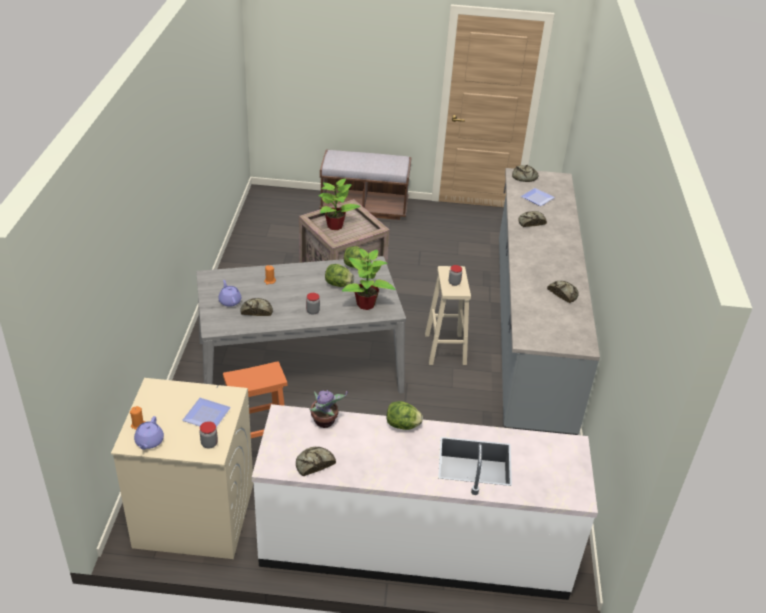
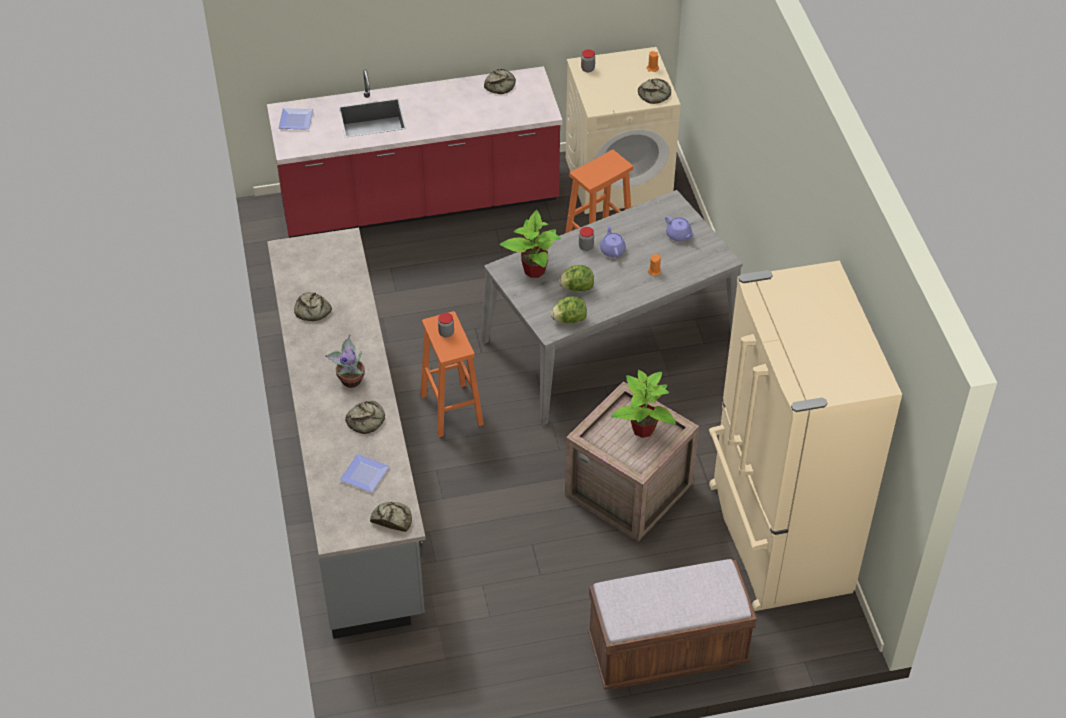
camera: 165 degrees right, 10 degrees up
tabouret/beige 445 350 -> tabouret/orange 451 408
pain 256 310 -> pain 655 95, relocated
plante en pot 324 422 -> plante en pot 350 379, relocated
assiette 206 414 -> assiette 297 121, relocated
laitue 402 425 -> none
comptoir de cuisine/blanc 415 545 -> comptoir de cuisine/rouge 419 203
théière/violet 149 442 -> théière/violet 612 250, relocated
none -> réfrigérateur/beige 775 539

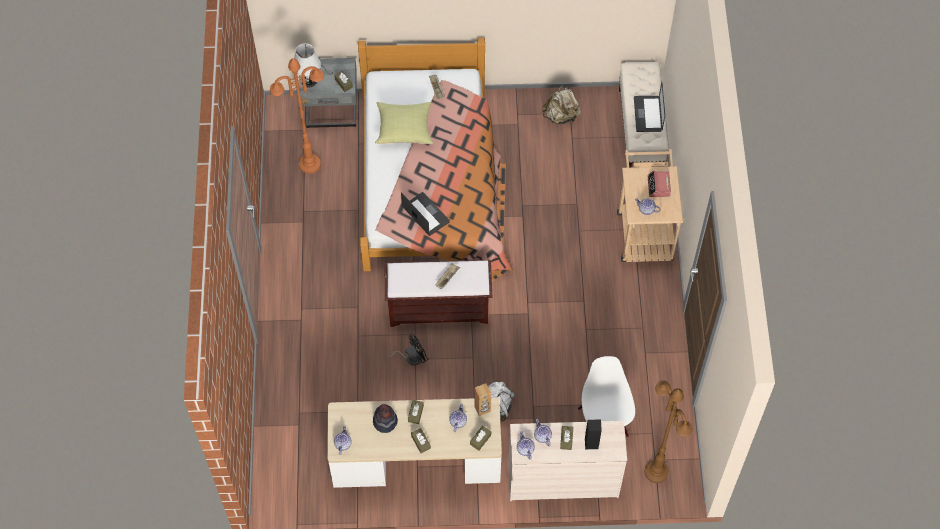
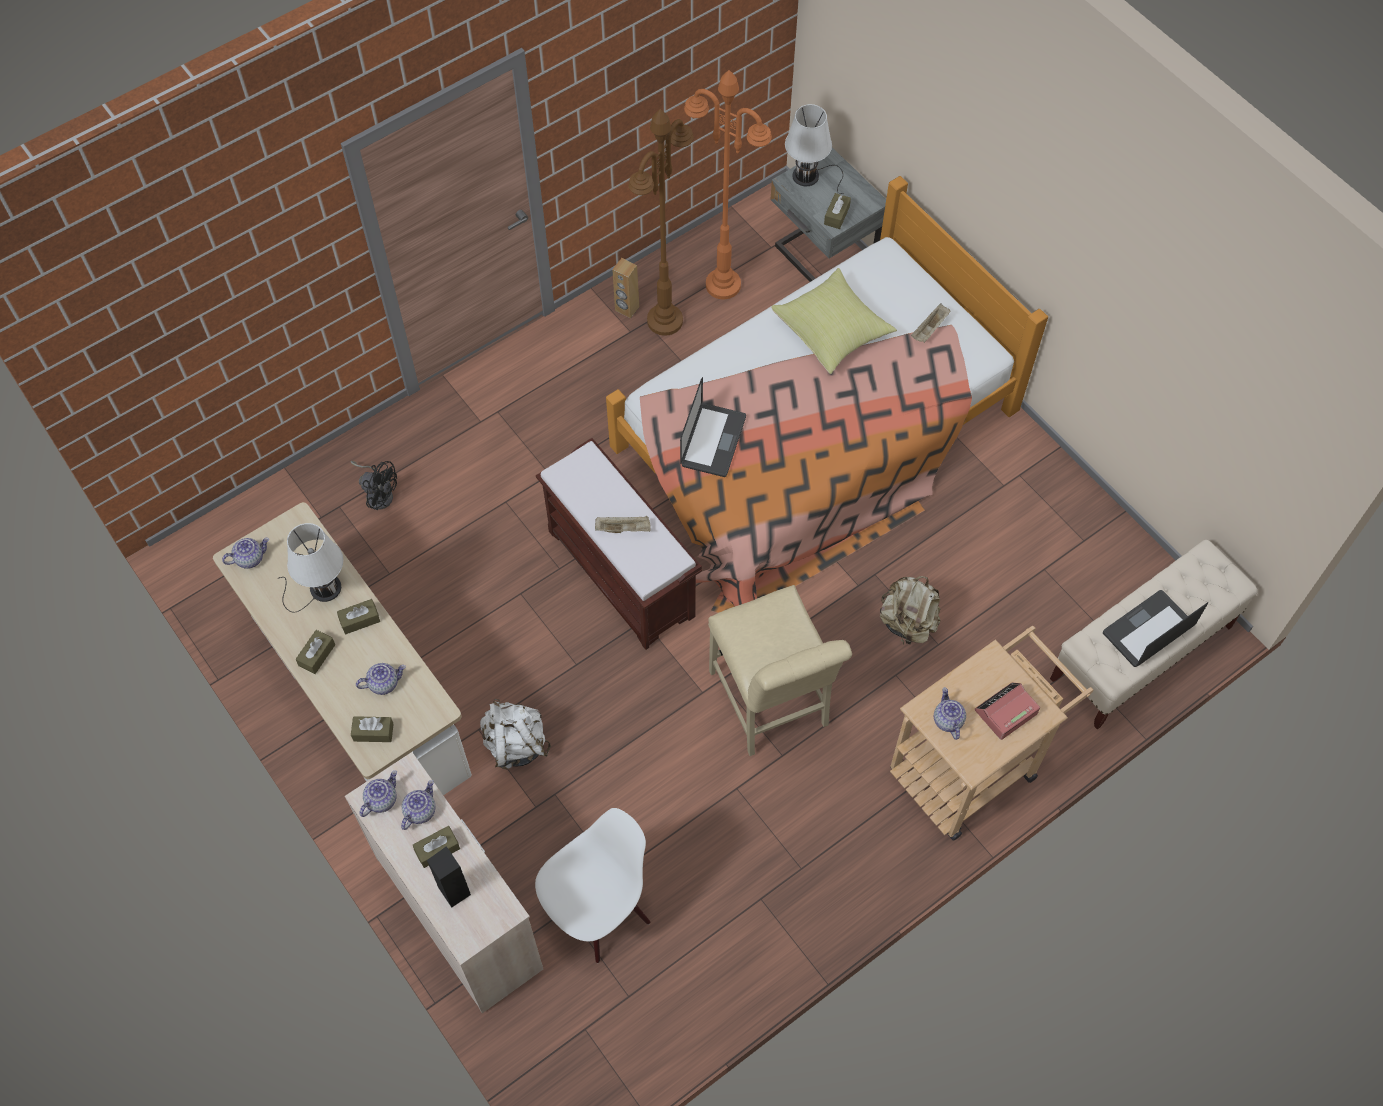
camera: 55 degrees right, 0 degrees up
sac à dos/beige 561 116 -> sac à dos/beige 908 623, relocated
ventilateur/noir 410 357 -> ventilateur/noir 378 493, relocated
lampadaire/marron 656 472 -> lampadaire/marron 664 321, relocated
enceinte/marron 482 409 -> enceinte/marron 627 309, relocated
chapeau 385 421 -> lampe de table/blanc 321 589
none -> chaise/beige 771 704

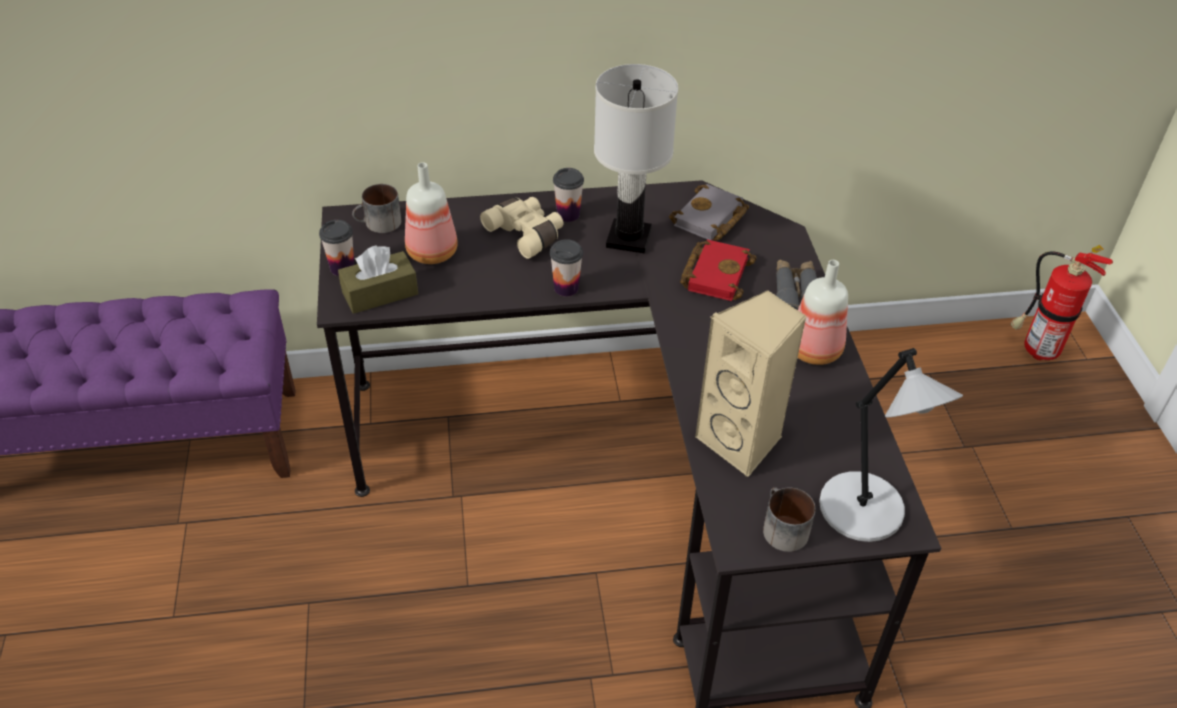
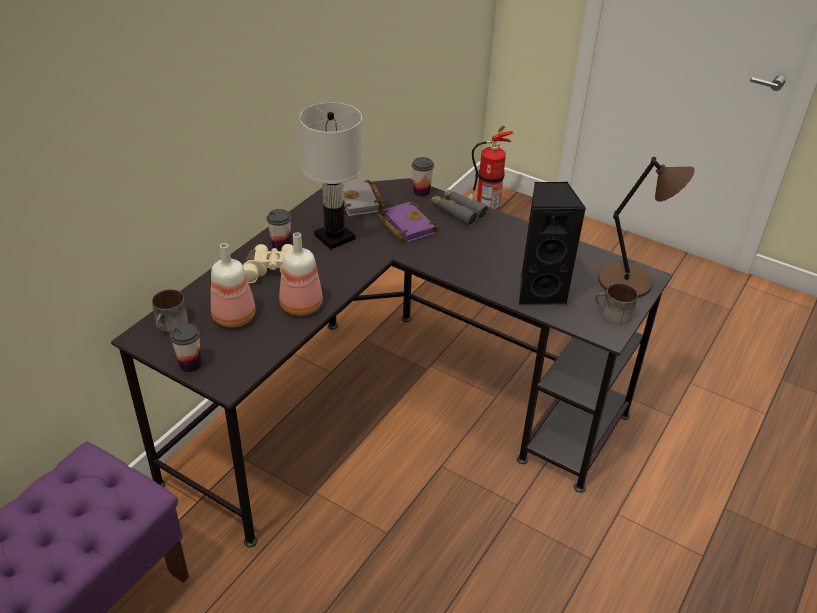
camera: 50 degrees left, 5 degrees down
tasse 566 288 -> tasse 421 192, relocated
livre/rouge 715 273 -> livre/violet 405 226
boîte à mouchoirs/marron 380 293 -> none
bouteille 812 349 -> bouteille 300 306, relocated
enceinte/beige 742 441 -> enceinte/noir 540 291
lampe de table/gris 864 512 -> lampe de table/marron 628 282

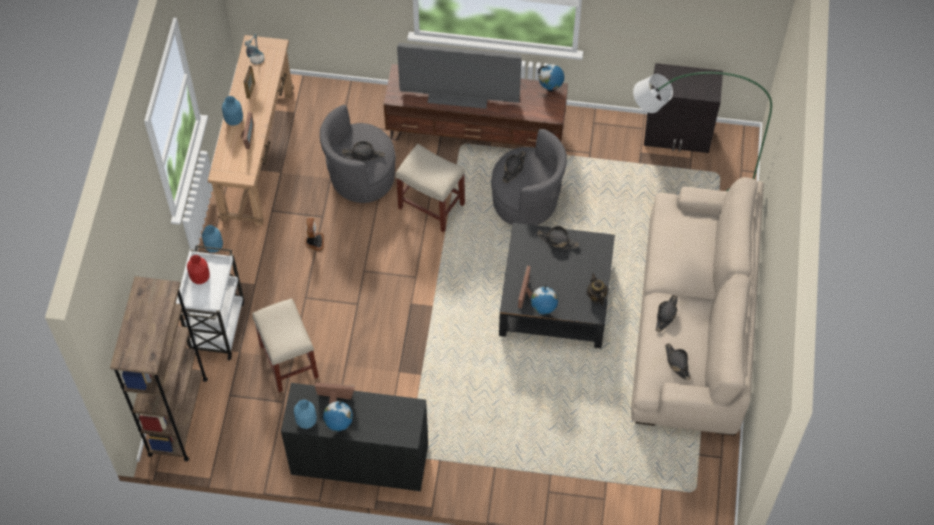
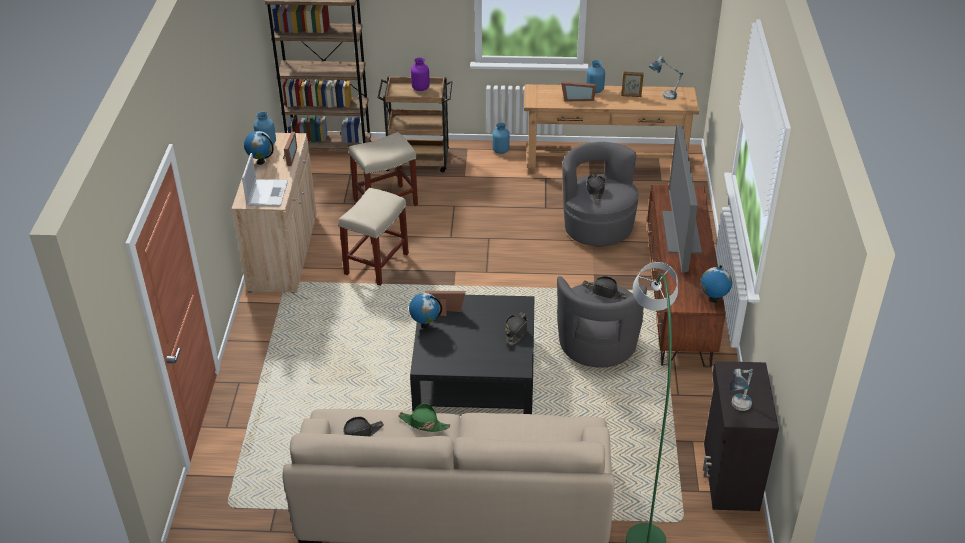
camera: 85 degrees right, 20 degrees down
tabouret/beige 430 205 -> tabouret/beige 377 263, relocated
ventilateur 314 242 -> none
chariot/blanc 217 326 -> chariot/marron 419 160
vase/rouge 200 277 -> vase/violet 421 88
théière 596 296 -> none
chapeau/noir 666 315 -> chapeau/vert 423 423
meuble de rangement/noir 360 459 -> meuble de rangement/beige 283 252
none -> ordinateur portable 267 192
none -> lampe de table 738 409

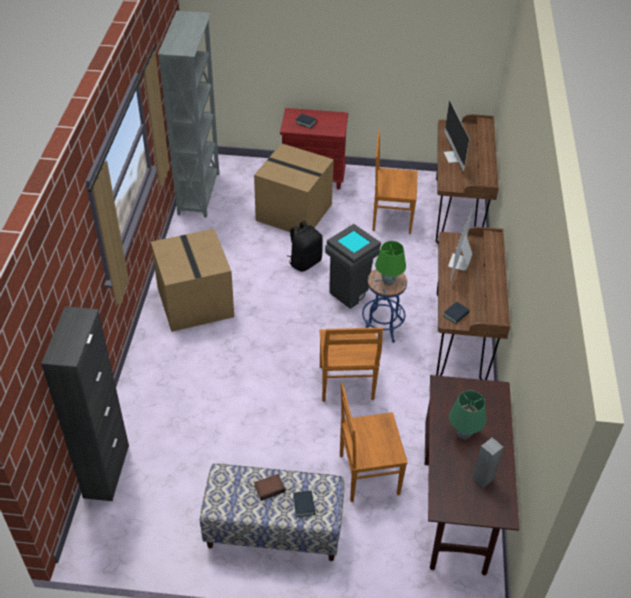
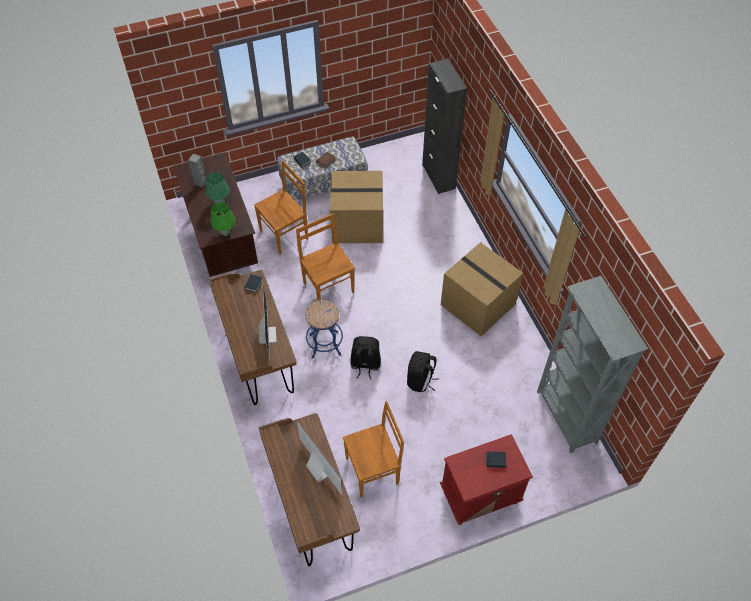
camera: 155 degrees right, 10 degrees up
carton 292 212 -> carton 358 222, relocated
poubelle/gris 350 294 -> sac à dos/noir 365 364
lampe de table/vert 388 282 -> lampe de table/vert 225 232, relocated

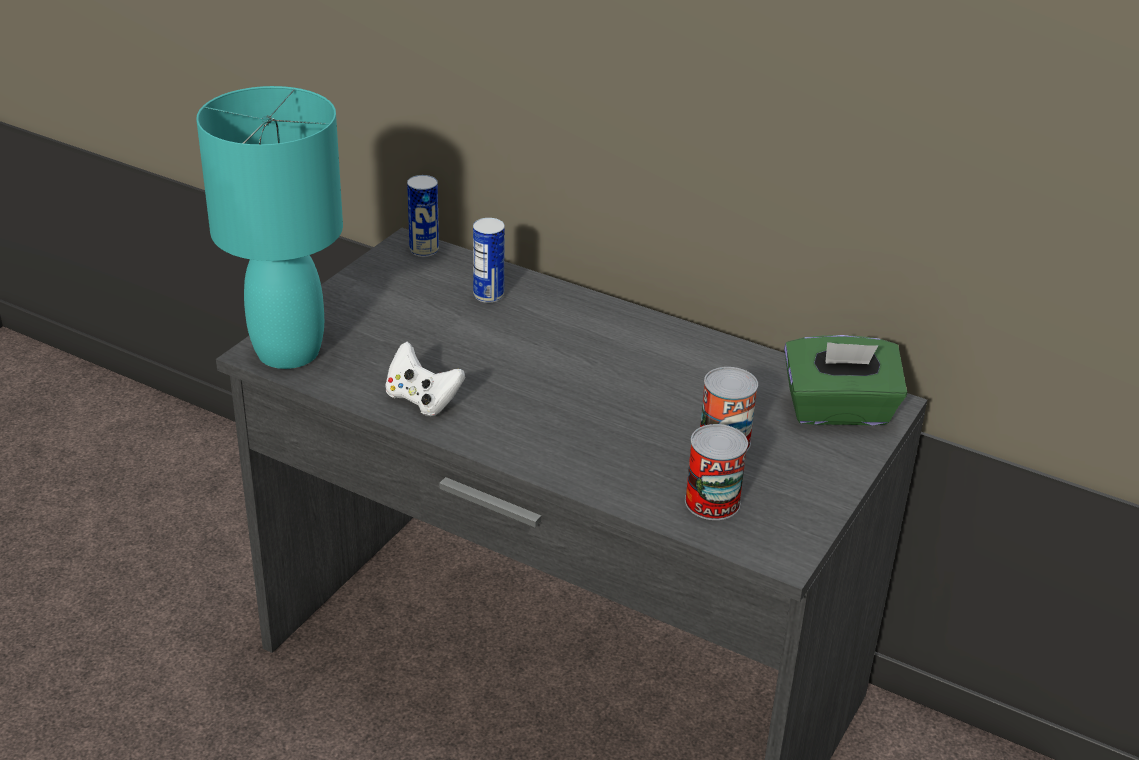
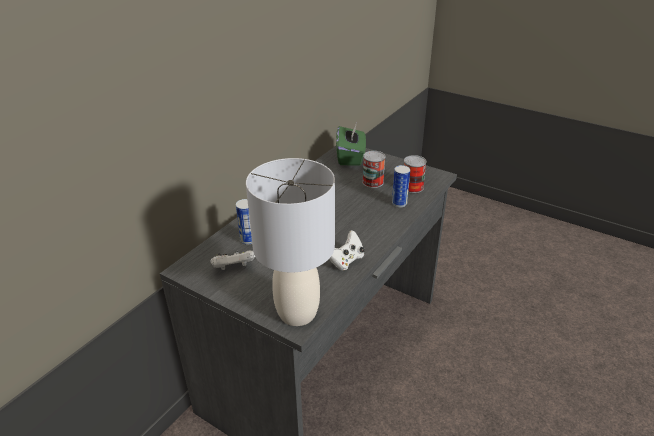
camera: 85 degrees left, 0 degrees up
lampe de table/turquoise 289 353 -> lampe de table/gris 298 312
boîte métallique 424 250 -> boîte métallique 399 203, relocated
none -> manette/blanc 234 268

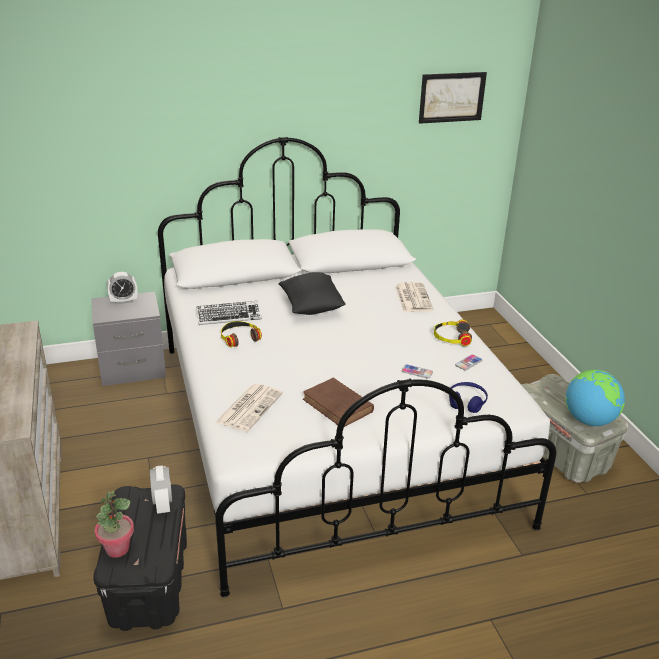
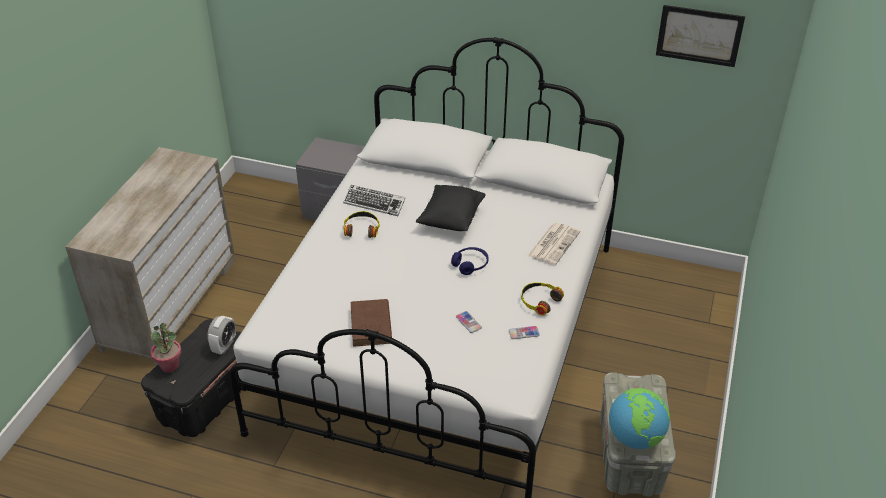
camera: 35 degrees right, 10 degrees up
réveil 123 301 -> none
casque audio/bleu 466 402 -> casque audio/bleu 470 265, relocated
journal 249 407 -> none

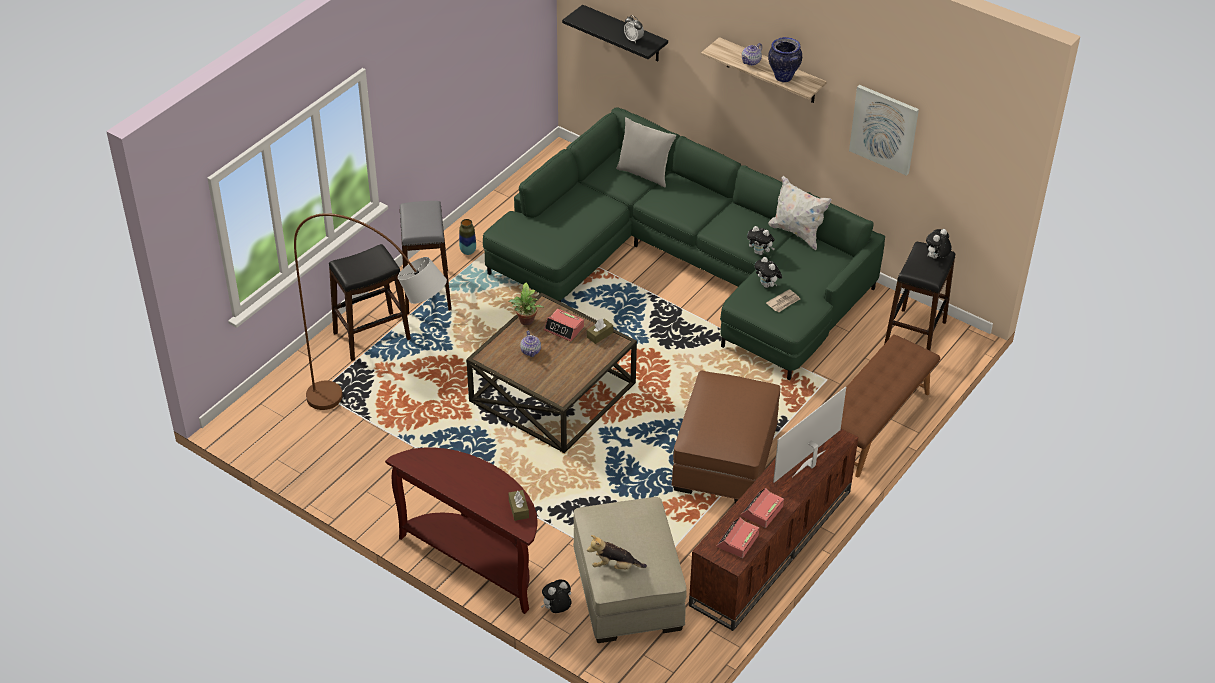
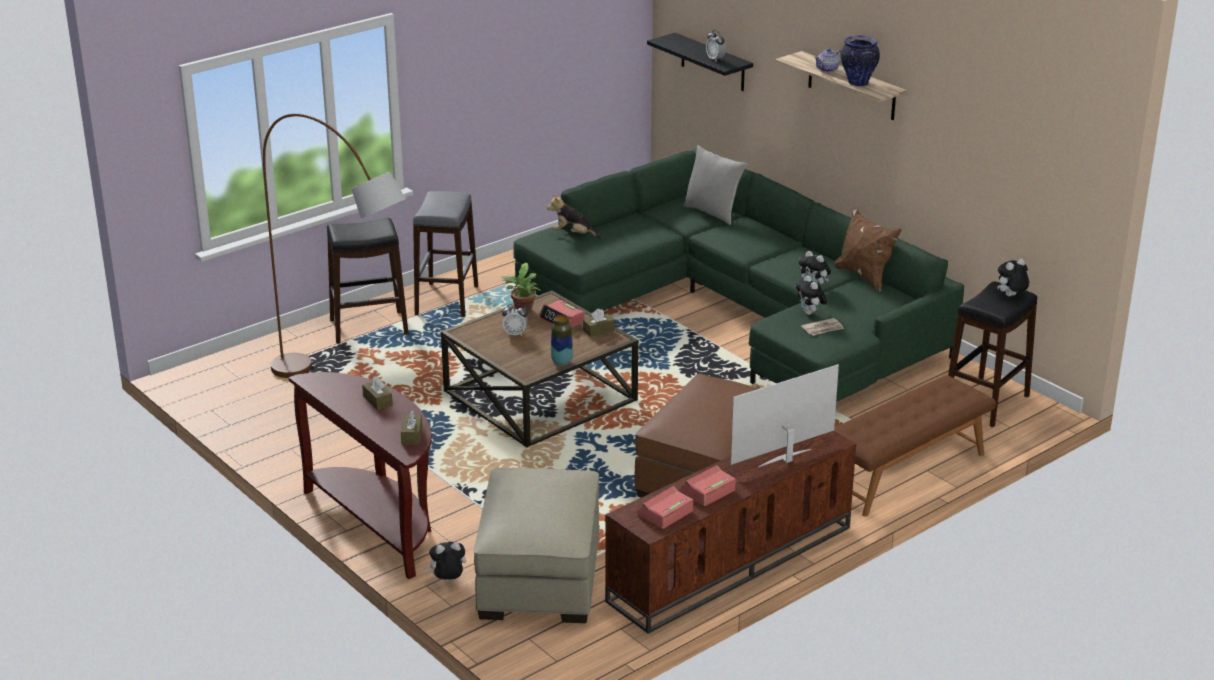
camera: 15 degrees right, 15 degrees down
tableau 884 129 -> none
coussin/blanc 797 233 -> coussin/marron 864 276
vase 468 251 -> vase 561 362, relocated
théière 531 351 -> réveil 515 334
peluche 615 566 -> peluche 573 234, relocated
none -> boîte à mouchoirs/marron 377 401

